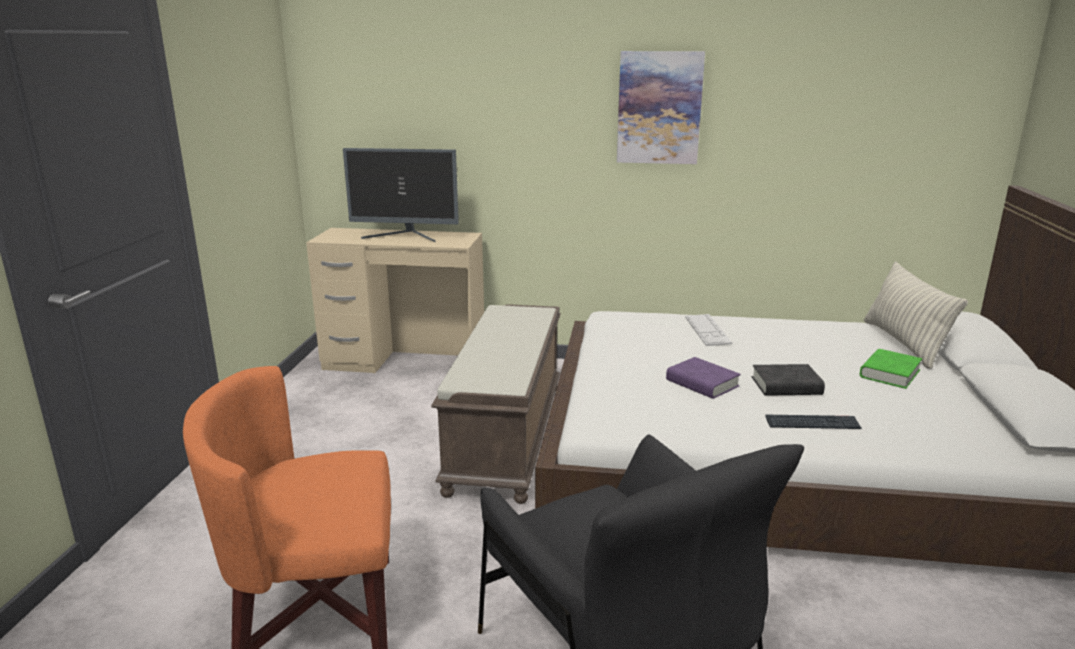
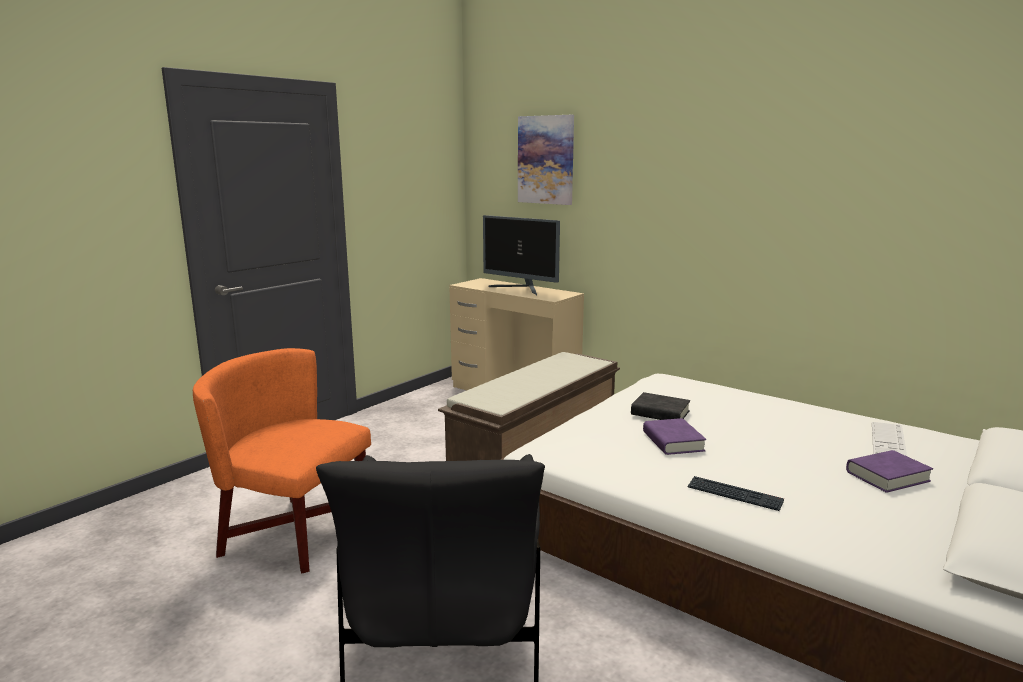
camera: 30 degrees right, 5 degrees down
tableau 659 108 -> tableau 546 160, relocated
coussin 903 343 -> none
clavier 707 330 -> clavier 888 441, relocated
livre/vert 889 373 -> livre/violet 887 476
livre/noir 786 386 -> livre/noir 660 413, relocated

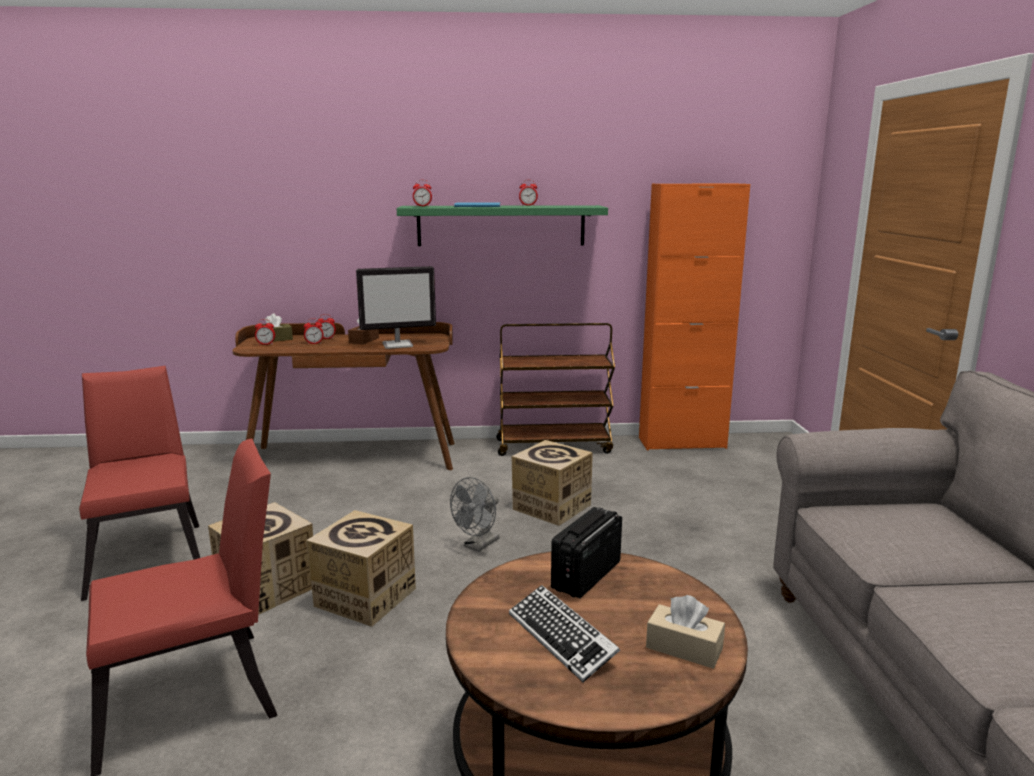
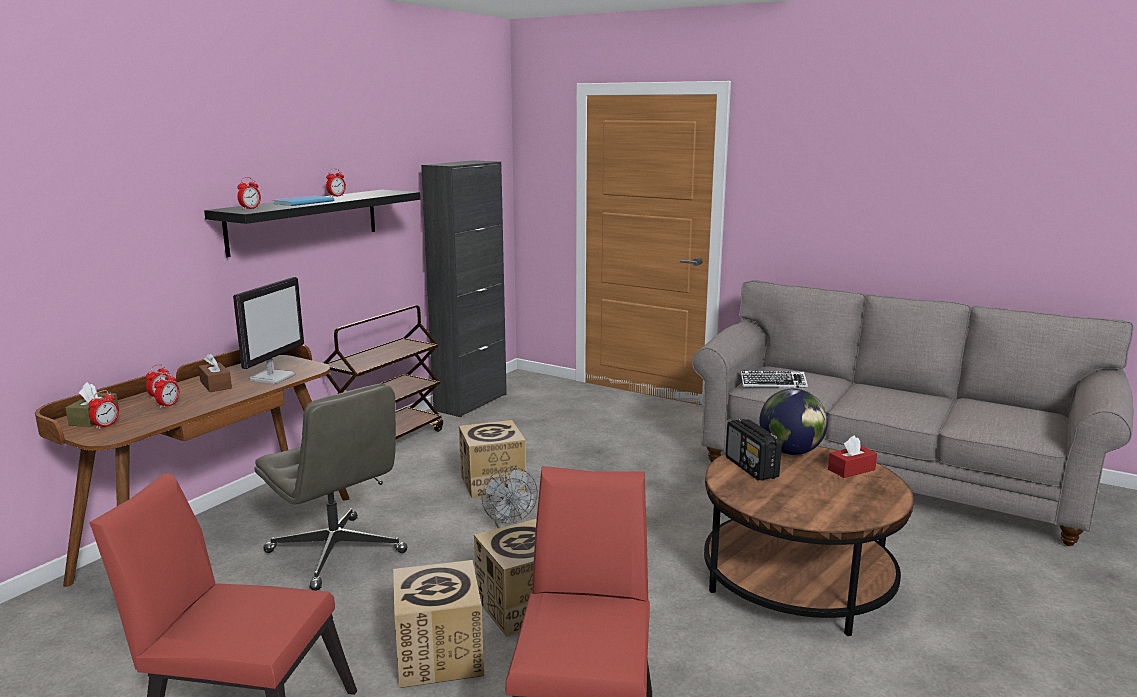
camera: 55 degrees left, 0 degrees up
meuble de rangement/orange 682 443 -> meuble de rangement/noir 471 402
étagère/vert 501 225 -> étagère/noir 305 221
clavier 561 638 -> clavier 773 383, relocated
boîte à mouchoirs/beige 684 648 -> boîte à mouchoirs/rouge 851 469
none -> chaise de bureau/gris 337 553
none -> globe 790 452

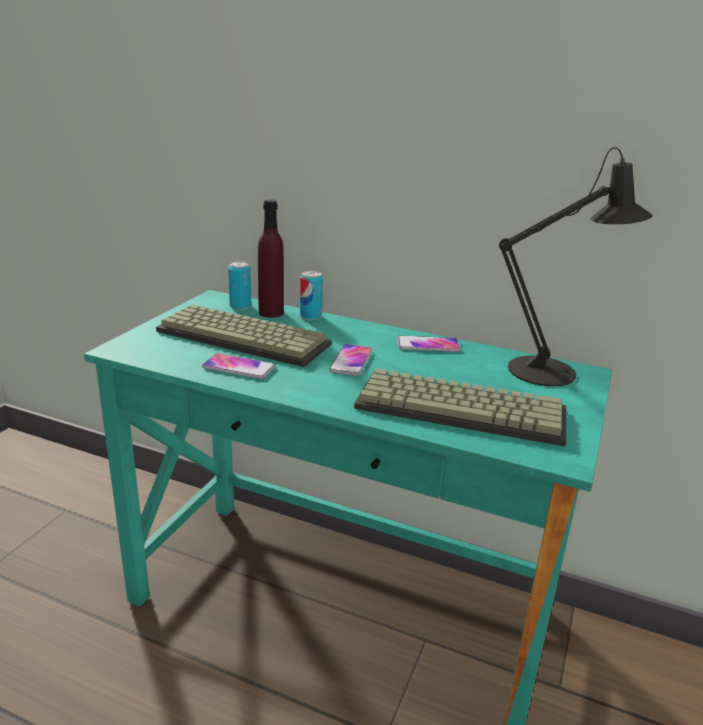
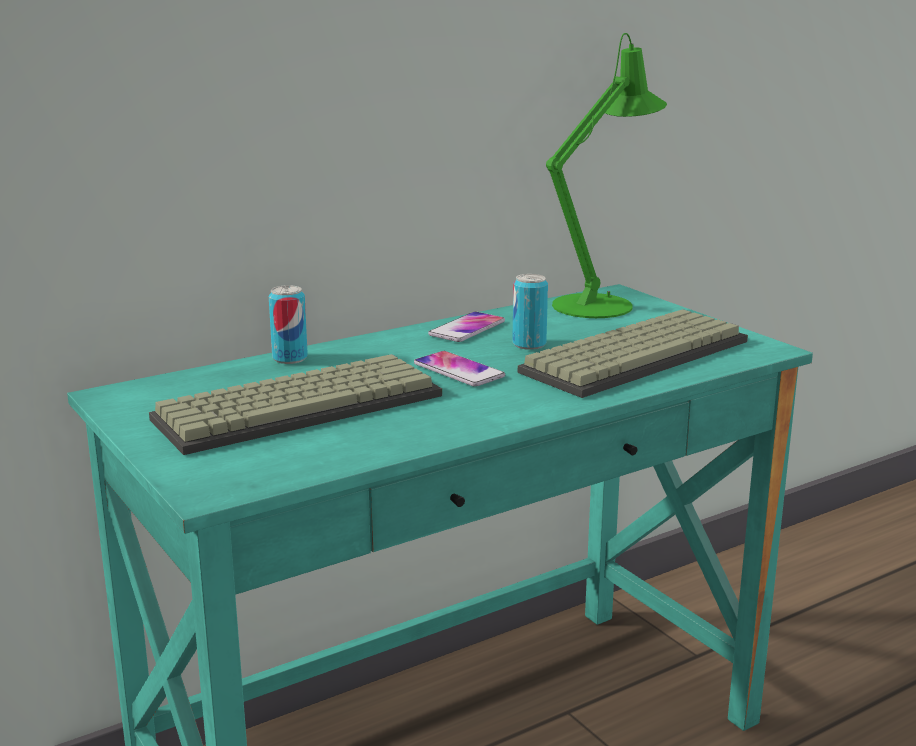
camera: 55 degrees left, 5 degrees down
lampe de table/noir 552 372 -> lampe de table/vert 600 303
bouteille/violet 271 313 -> none
boîte métallique 240 306 -> boîte métallique 529 344, relocated
téléphone 238 367 -> none

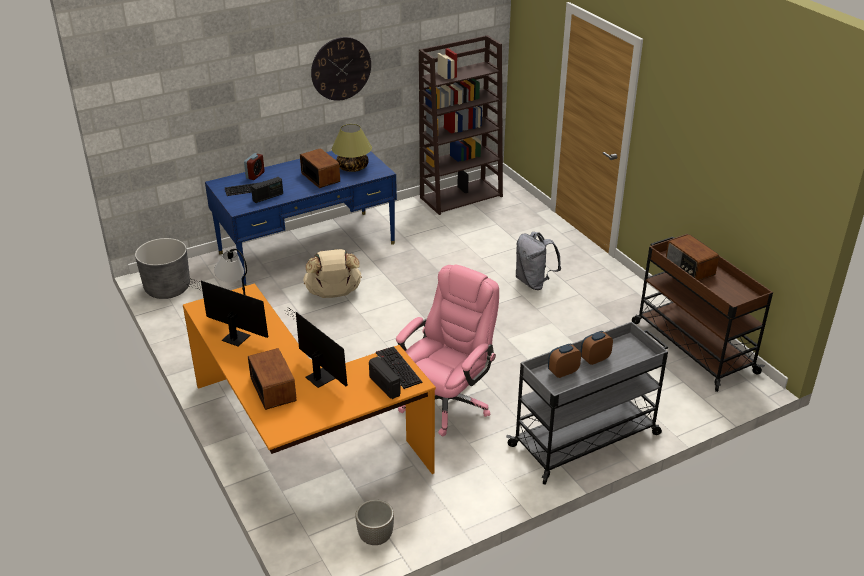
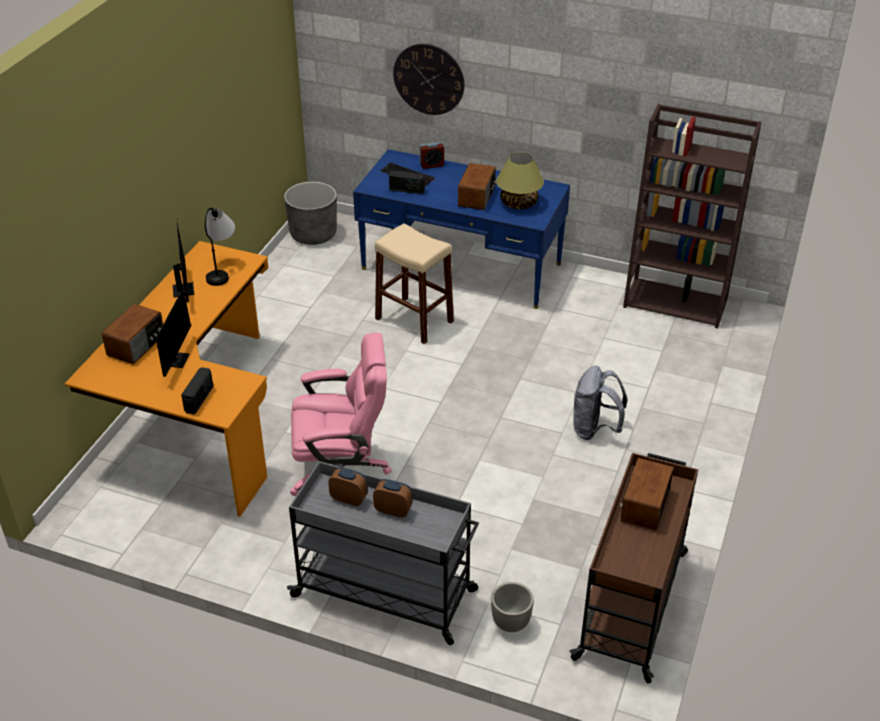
camera: 50 degrees right, 5 degrees up
horloge murale 341 68 -> horloge murale 429 79, relocated
sac à dos/beige 333 294 -> tabouret/beige 414 320
clavier 397 367 -> none
cache-pot 375 538 -> cache-pot 510 623, relocated

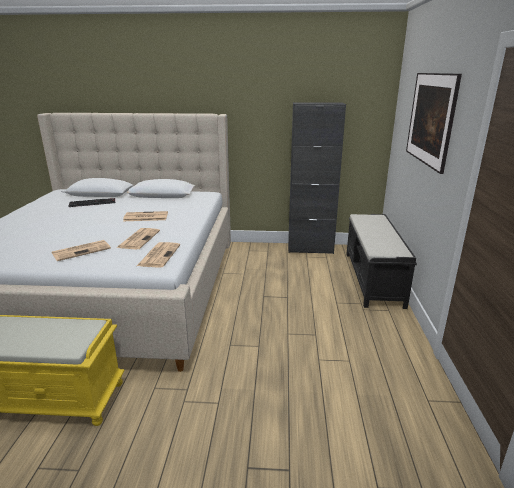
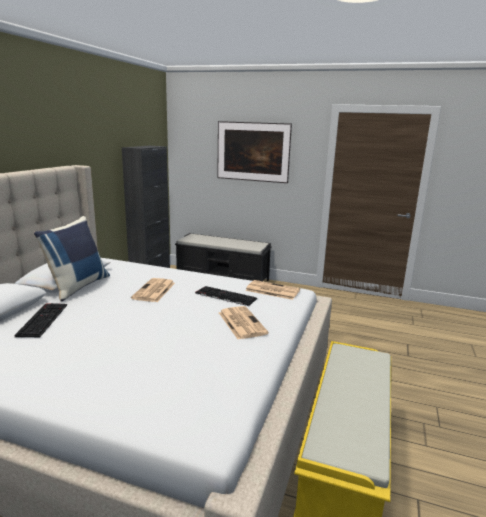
camera: 75 degrees left, 5 degrees down
journal 139 239 -> clavier 224 296
none -> coussin/bleu 77 286

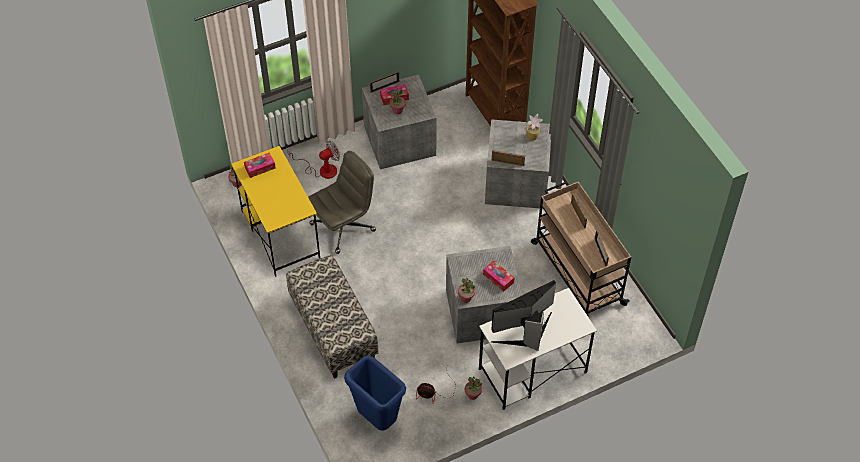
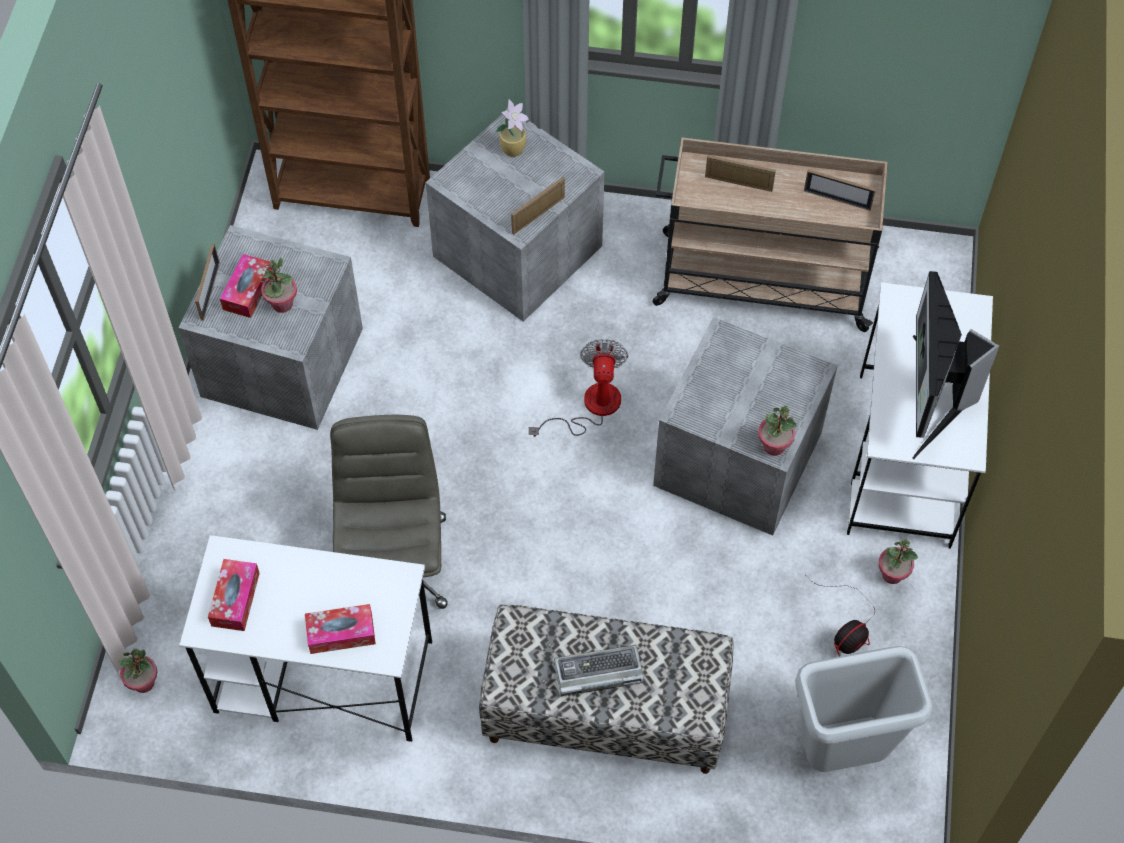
camera: 55 degrees left, 5 degrees up
ventilateur 321 170 -> ventilateur 590 407, relocated
bureau/jaune 280 233 -> bureau/blanc 322 676
boîte à mouchoirs 498 278 -> boîte à mouchoirs 341 633, relocated
poubelle/bleu 378 419 -> poubelle/gris 842 751
none -> clavier 597 673

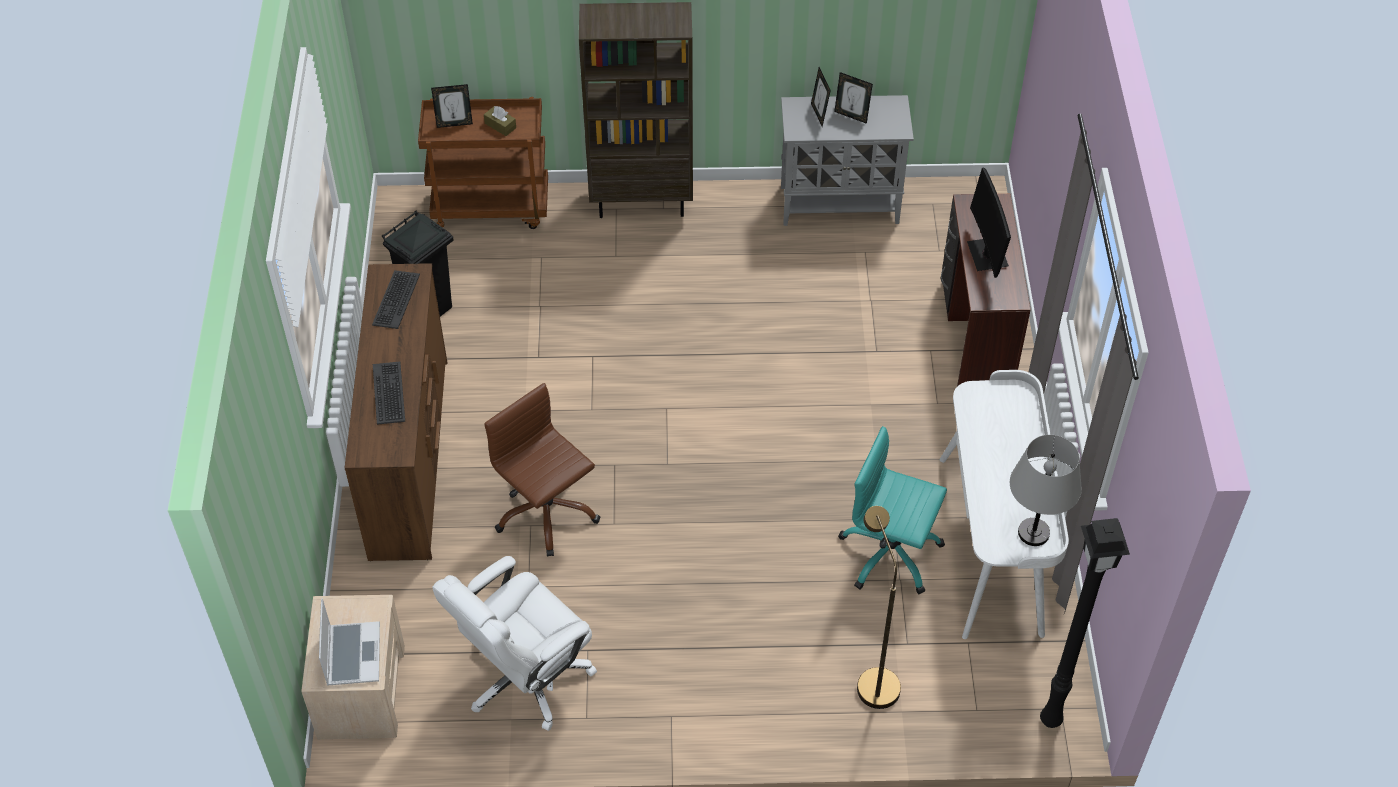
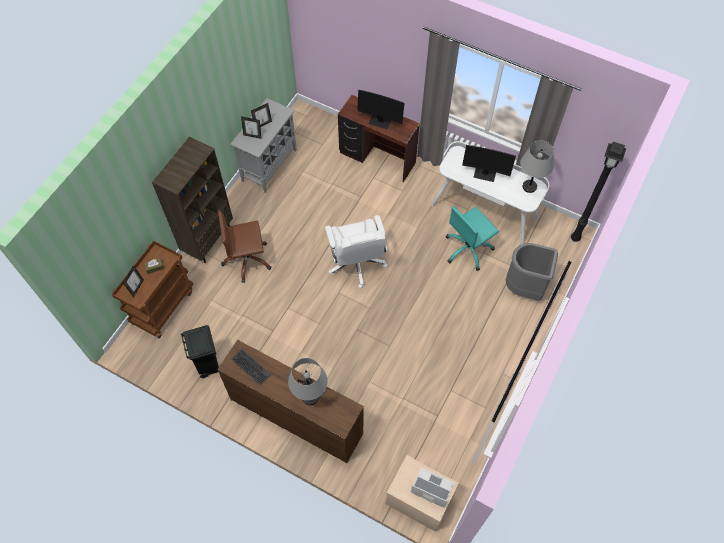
camera: 60 degrees left, 10 degrees up
clavier 389 393 -> lampe de table/gris 310 397
chaise de bureau/marron 546 512 -> chaise de bureau/marron 247 260, relocated
lampadaire/marron 873 679 -> poubelle/gris 524 288
chaise de bureau/blanc 525 677 -> chaise de bureau/blanc 357 263, relocated
none -> écran d'ordinateur 485 173

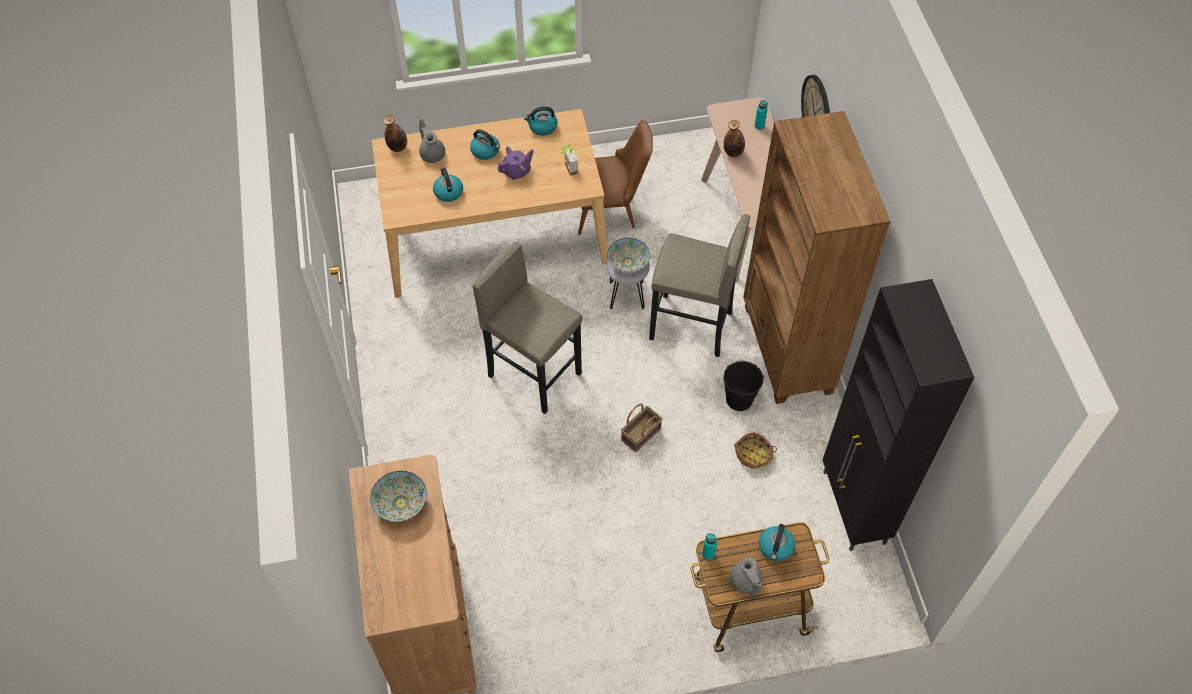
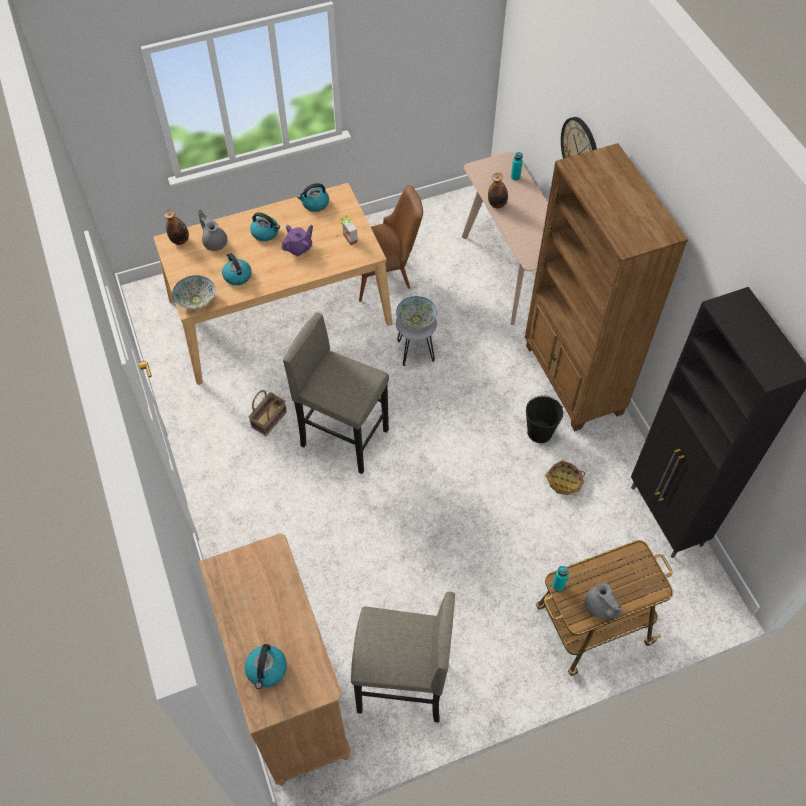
camera: 10 degrees left, 0 degrees up
tabouret/gris 691 326 -> tabouret/gris 402 686, relocated
panier 641 436 -> panier 269 420, relocated
bol 400 503 -> bol 196 300, relocated
bouilloire 775 547 -> bouilloire 267 670, relocated

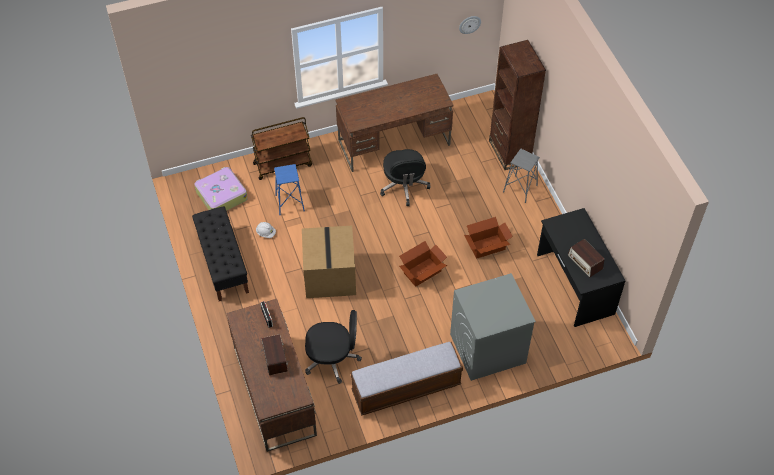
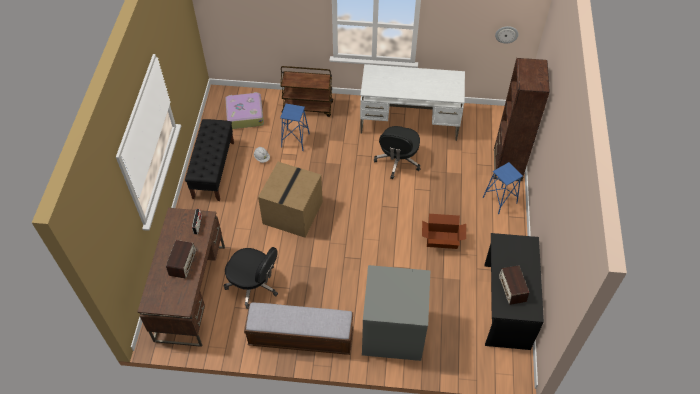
camera: 25 degrees right, 0 degrees up
bureau/marron 394 142 -> bureau/blanc 410 122
tabouret/gris 520 189 -> tabouret/bleu 499 200
carton 423 272 -> none

